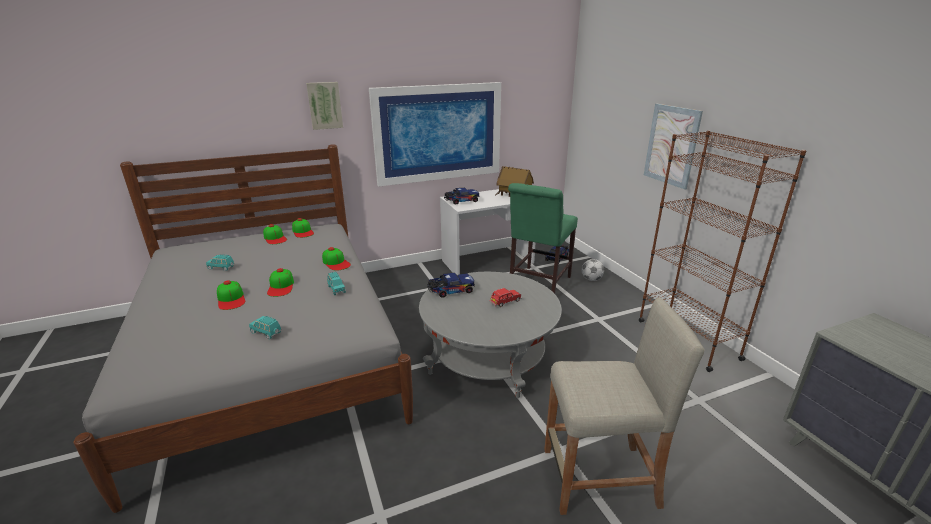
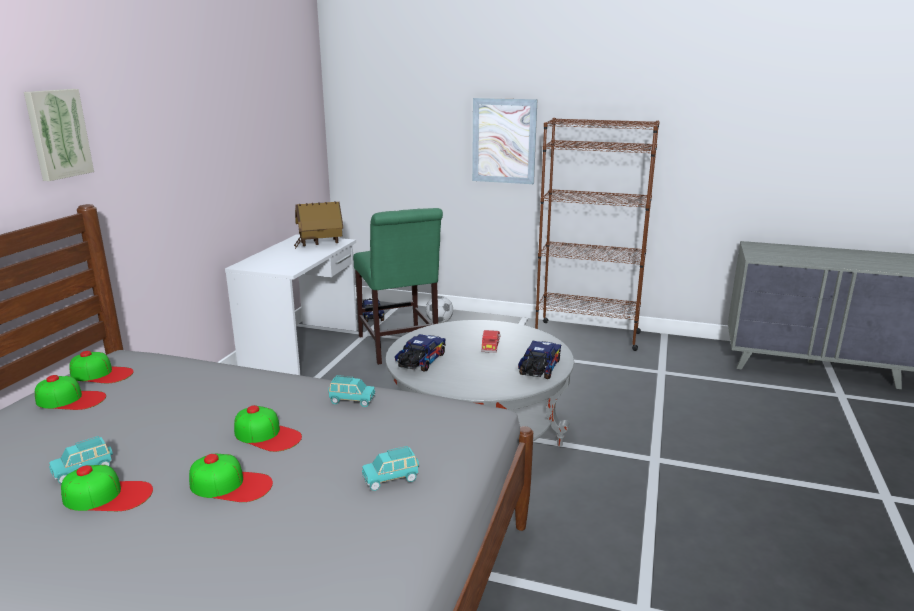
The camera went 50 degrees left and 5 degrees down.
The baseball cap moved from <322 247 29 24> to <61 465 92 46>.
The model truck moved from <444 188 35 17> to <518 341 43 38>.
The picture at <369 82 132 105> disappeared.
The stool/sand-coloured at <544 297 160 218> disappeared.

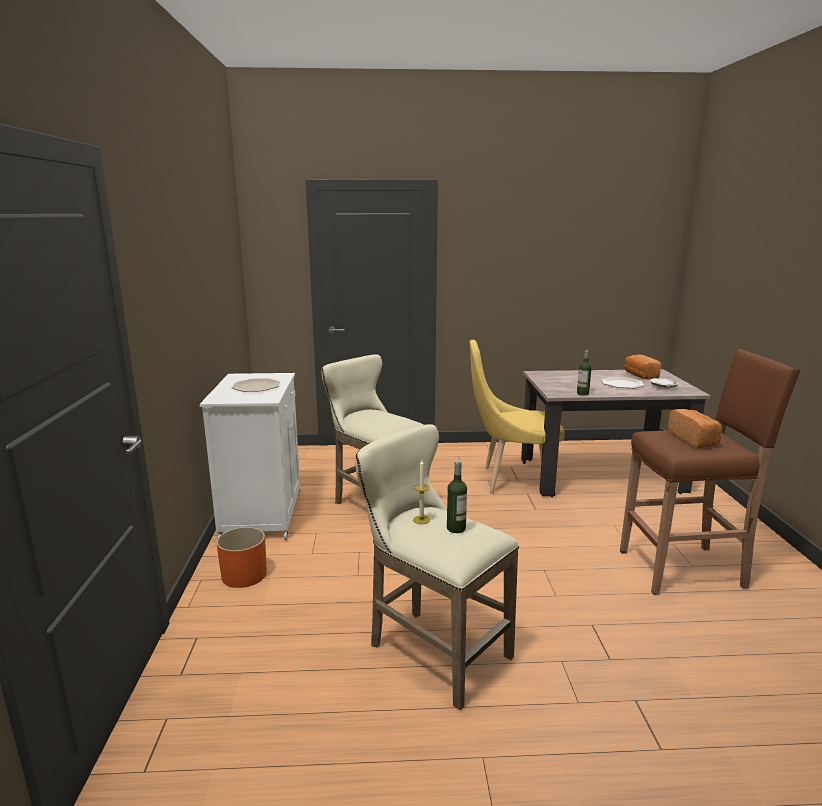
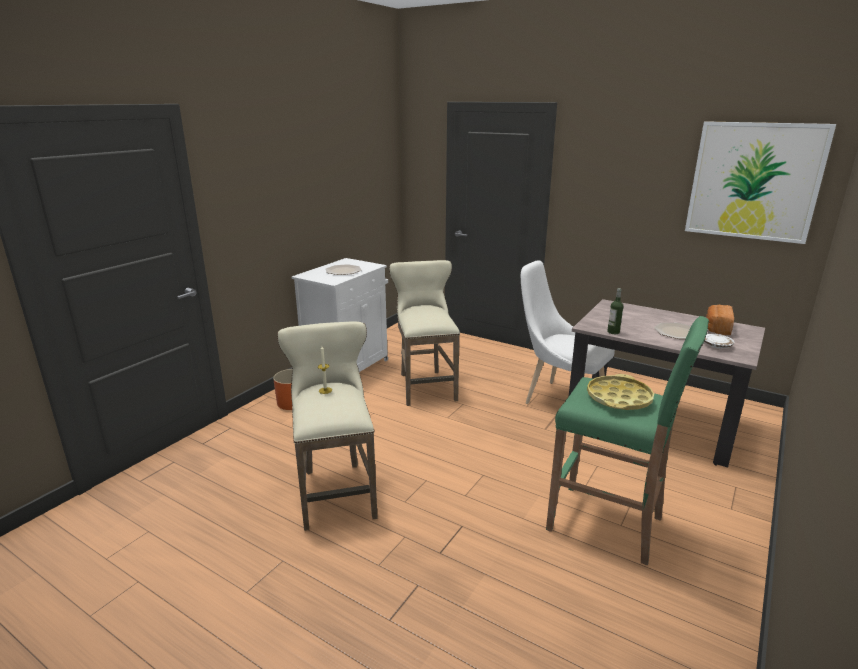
The camera went 35 degrees right and 5 degrees up.
The upright chair/yellow at <470 340 95 156> became the upright chair/white-coloured at <521 260 94 144>.
The stool/brown-coloured at <620 349 181 246> became the stool/greenish at <546 316 163 250>.
The baked bread at <668 409 55 39> was replaced by the serving tray/yellow at <587 374 67 36>.
The picture at <685 121 151 123> appeared.
The drink bottle at <447 460 20 73> disappeared.

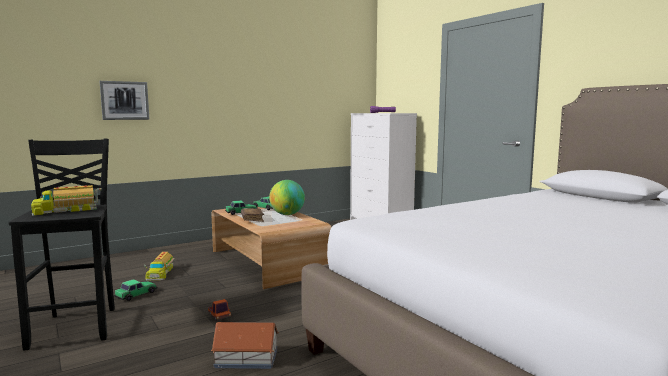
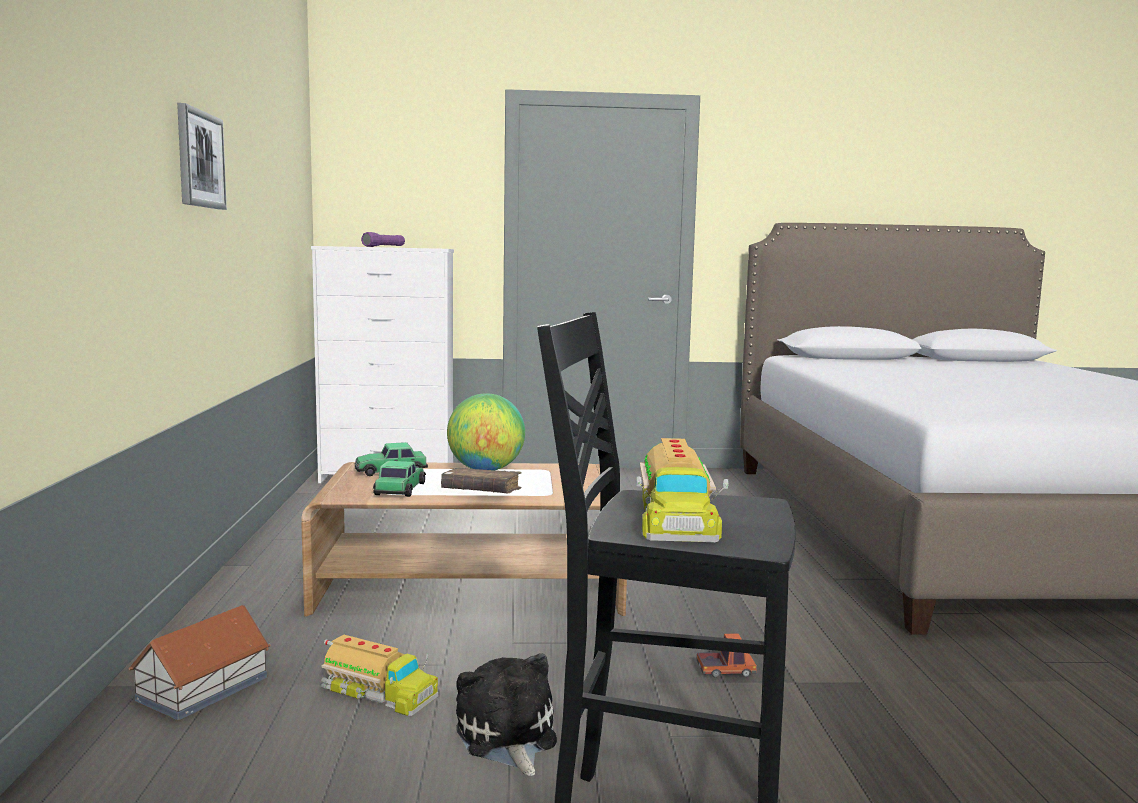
The camera went 60 degrees left and 0 degrees up.
The model house moved from <211 322 68 47> to <128 605 143 115>.
The picture moved from <100 81 49 39> to <177 103 50 107>.
The model car at <114 279 43 22> was replaced by the plush toy at <456 653 101 123>.

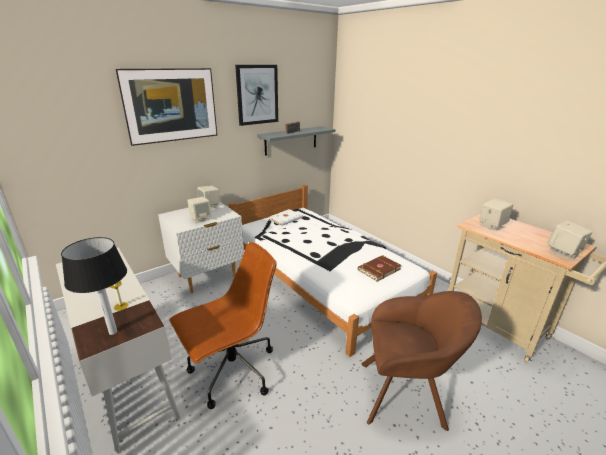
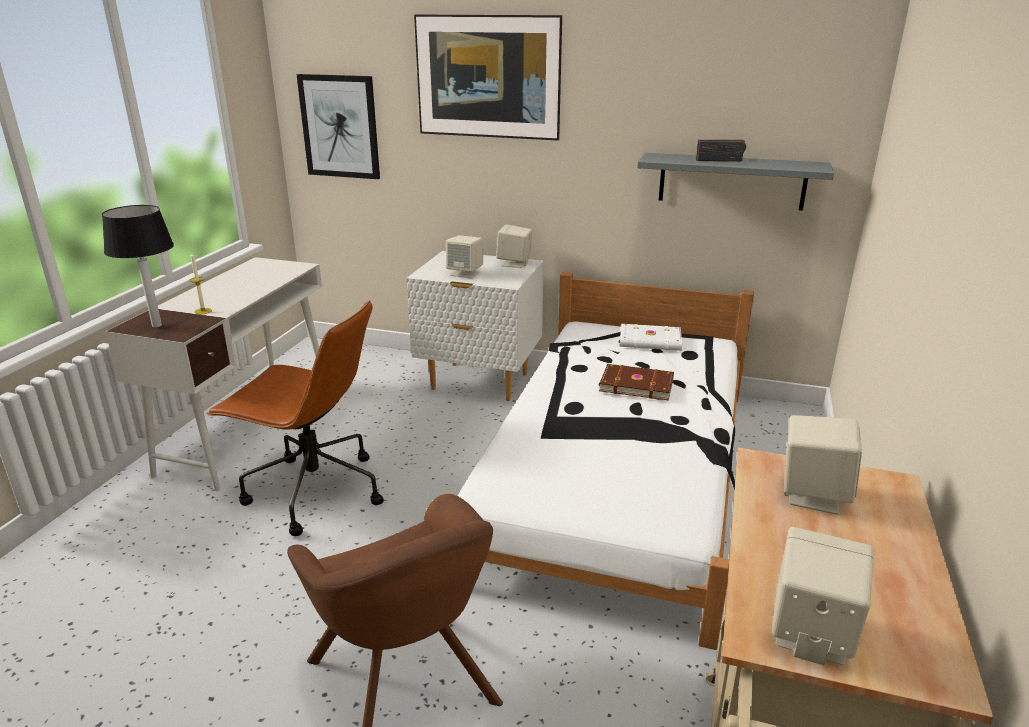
The camera went 55 degrees right and 0 degrees up.
The picture moved from <235 65 43 61> to <296 74 84 105>.
The bound book/brown-coloured moved from <358 255 43 27> to <599 364 75 37>.

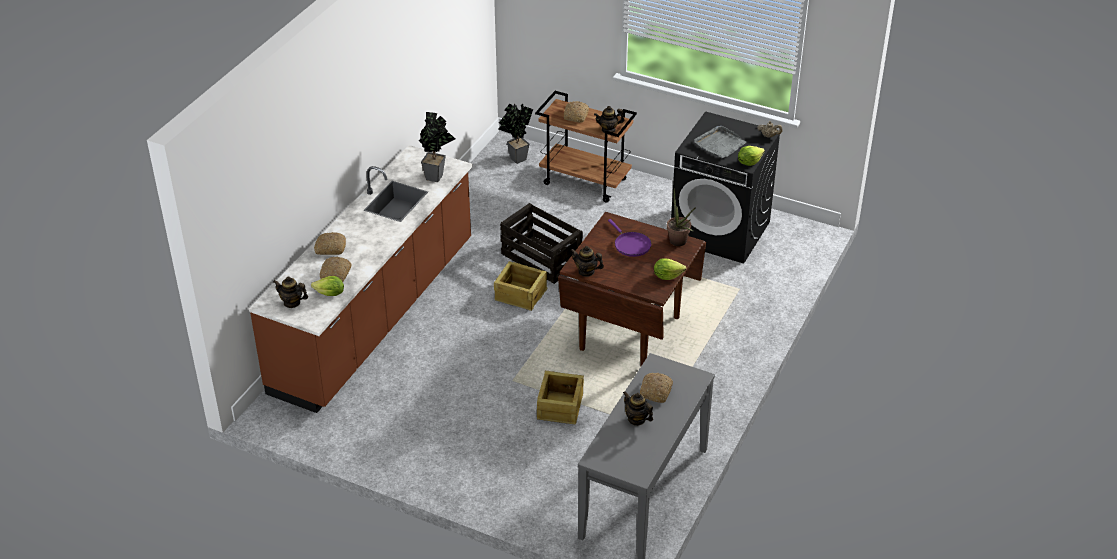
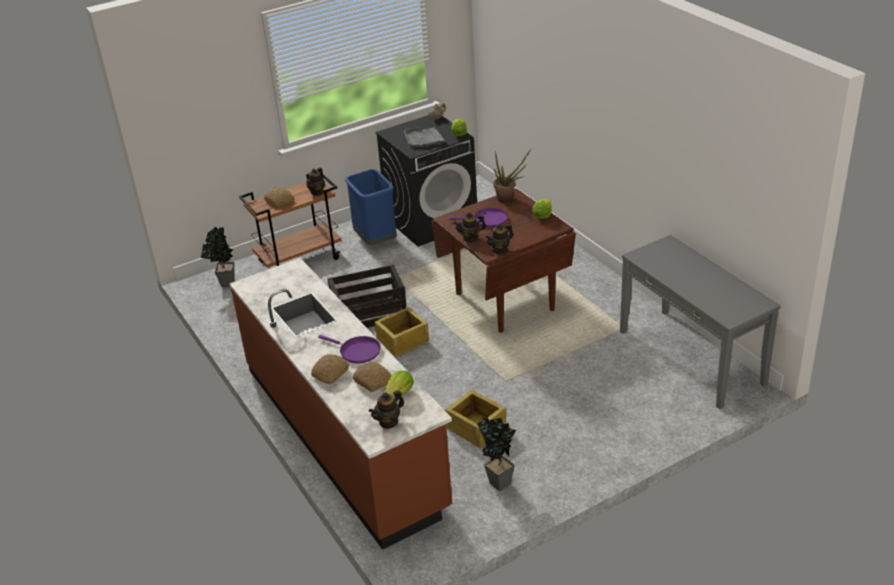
The camera went 55 degrees left and 5 degrees down.
The frying pan/purple-coloured at <318 335 63 28> appeared.
The rubbish bin/blue at <345 169 52 76> appeared.
The packing crate moved from <537 371 47 54> to <445 390 62 58>.
The pot for tea moved from <623 391 30 35> to <454 212 32 30>.
The houseplant moved from <419 112 36 70> to <477 417 39 74>.
The baked bread at <640 373 33 30> disappeared.

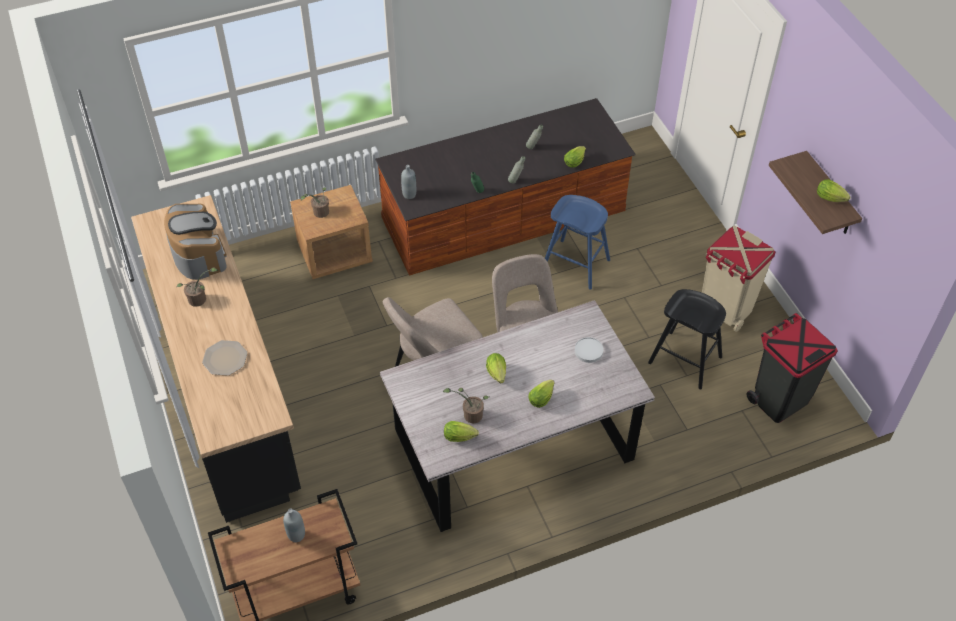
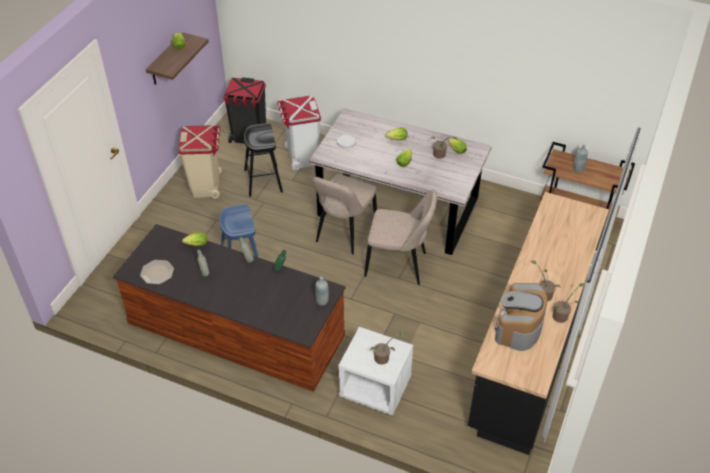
The camera went 135 degrees left and 5 degrees down.
The dinner plate moved from <202 340 45 36> to <140 260 34 24>.
The rubbish bin/white-coloured at <277 96 44 74> appeared.
The nightstand/brown-coloured at <290 185 83 94> became the nightstand/white-coloured at <338 327 75 89>.
The houseplant at <552 283 33 40> appeared.

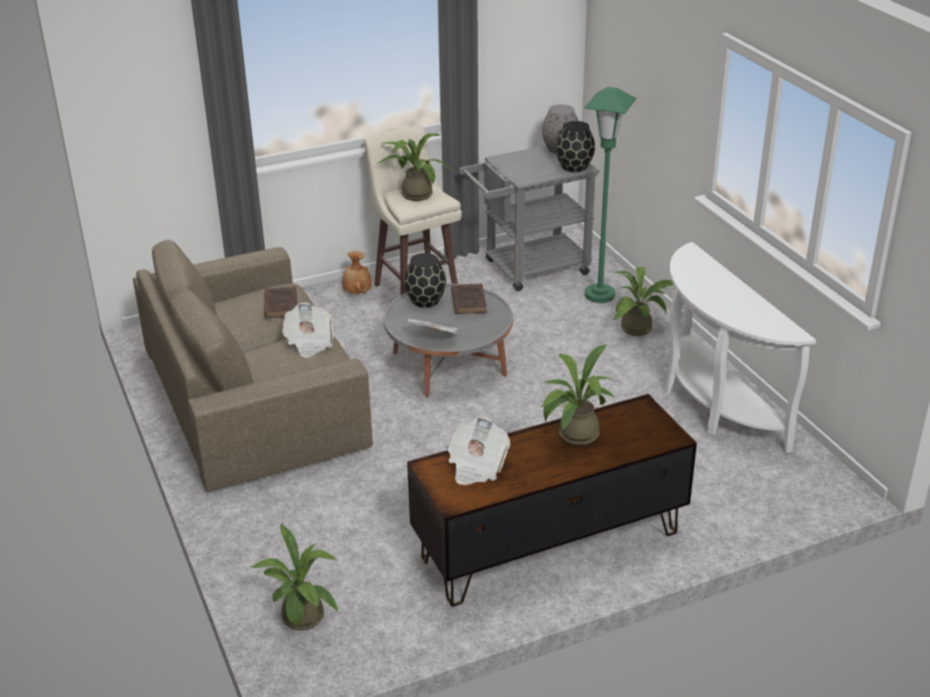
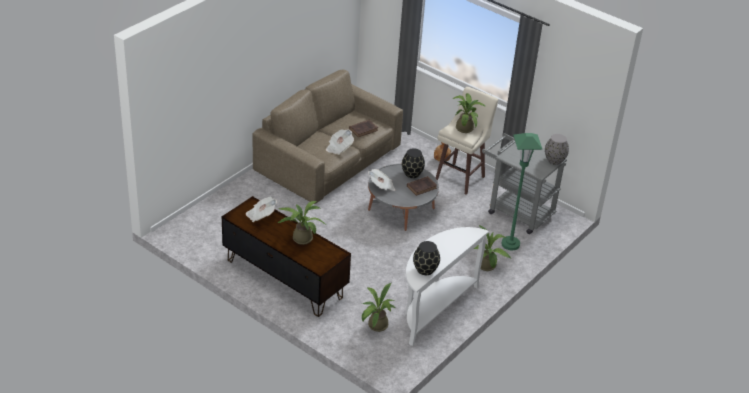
The camera went 60 degrees right and 5 degrees up.
The houseplant moved from <251 524 87 106> to <362 283 34 49>.
The vase/blackish moved from <556 121 39 51> to <413 241 27 34>.

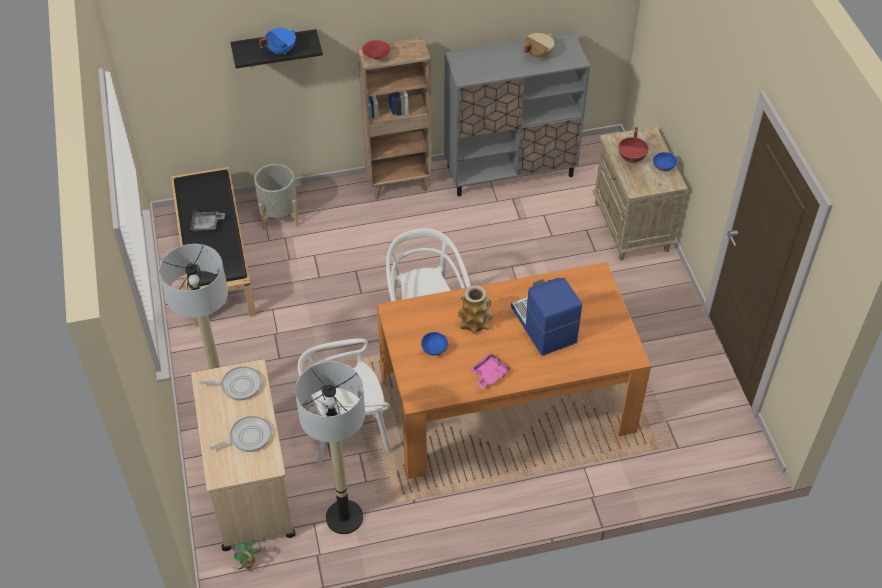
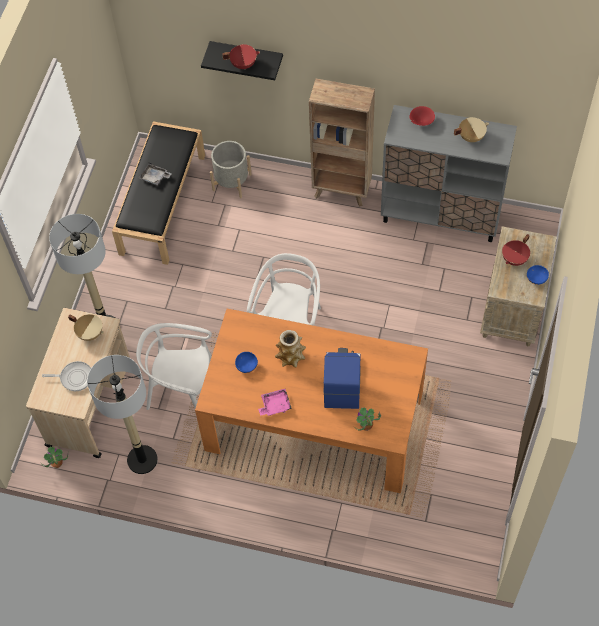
The camera went 30 degrees right and 10 degrees up.
The frying pan at <199 366 62 35> was replaced by the stockpot/sand-coloured at <68 314 36 27>.
The stockpot/blue at <259 28 38 26> became the stockpot/reddish at <222 44 38 25>.
The houseplant at <354 407 27 24> appeared.
The deep dish/reddish moved from <362 40 28 19> to <410 106 25 20>.

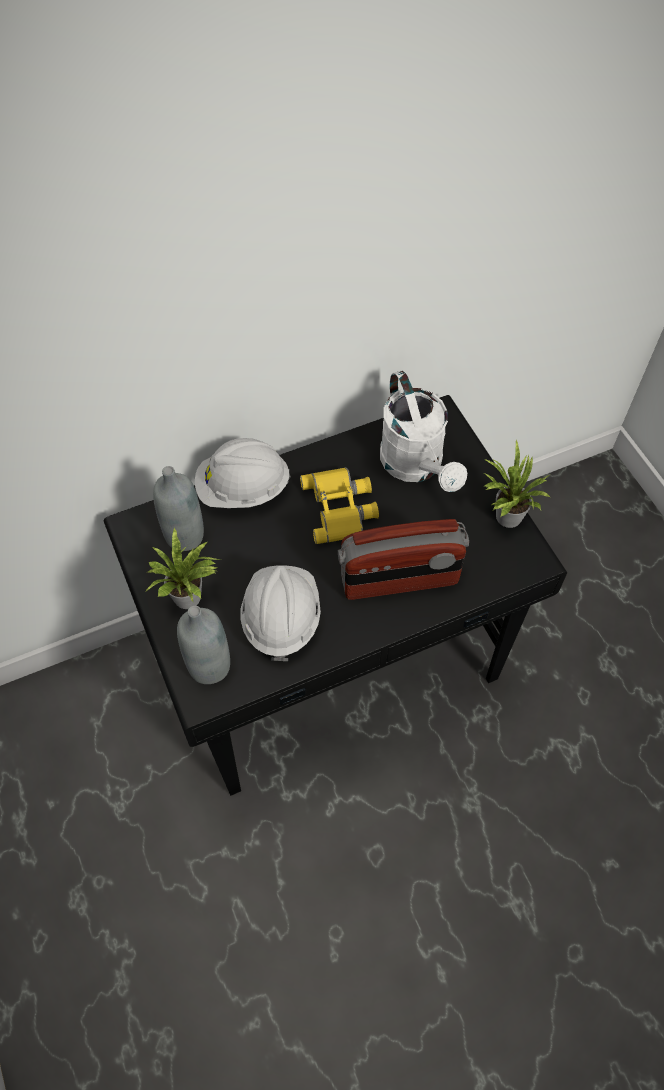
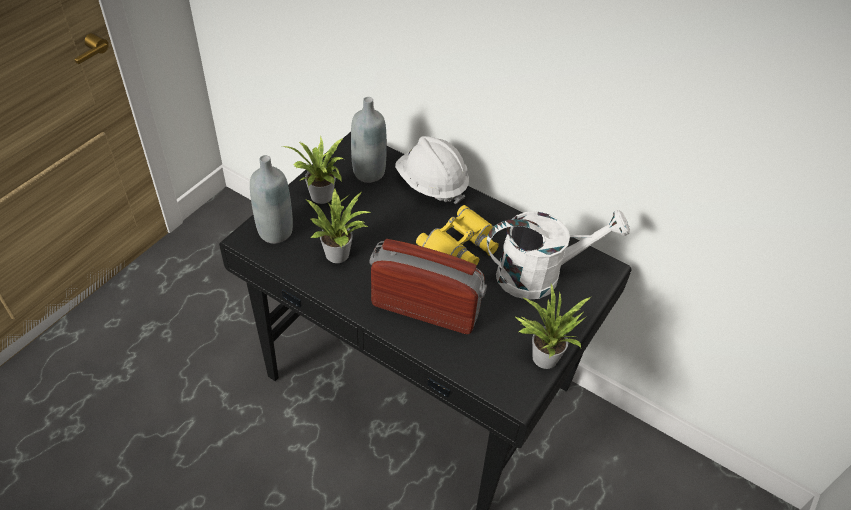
The camera went 55 degrees right and 10 degrees down.
The work helmet/white-coloured at <241 565 80 96> was replaced by the houseplant at <306 189 65 74>.
The radio at <338 519 131 81> turned 150 degrees clockwise.
The sprinkling can/white-coloured at <380 371 87 121> turned 135 degrees counterclockwise.

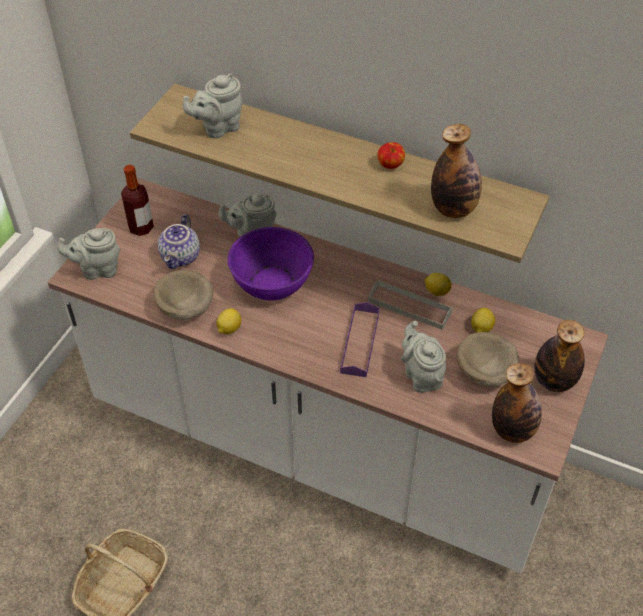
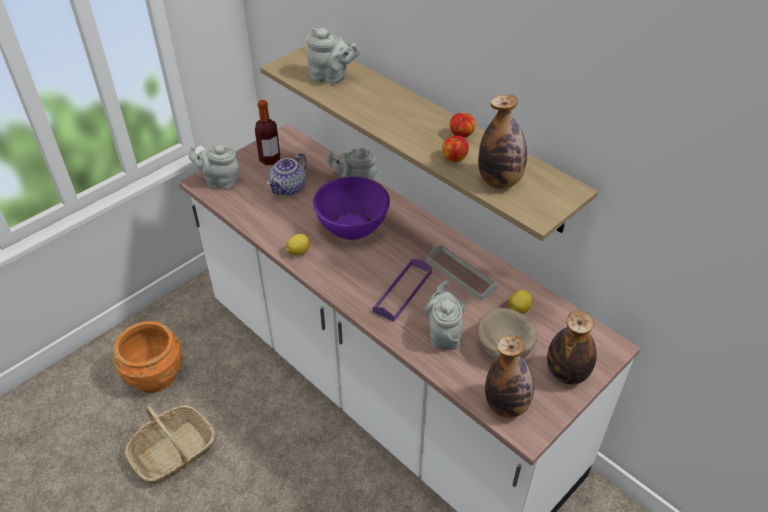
The camera went 20 degrees right and 5 degrees down.
The plant pot/orange at <113 321 69 72> appeared.
The pot for tea/greyish at <183 74 59 64> turned 150 degrees counterclockwise.
The whole apple at <442 135 27 27> appeared.
The deep dish/sand-coloured at <153 270 60 50> disappeared.
The lemon at <425 273 26 23> disappeared.

